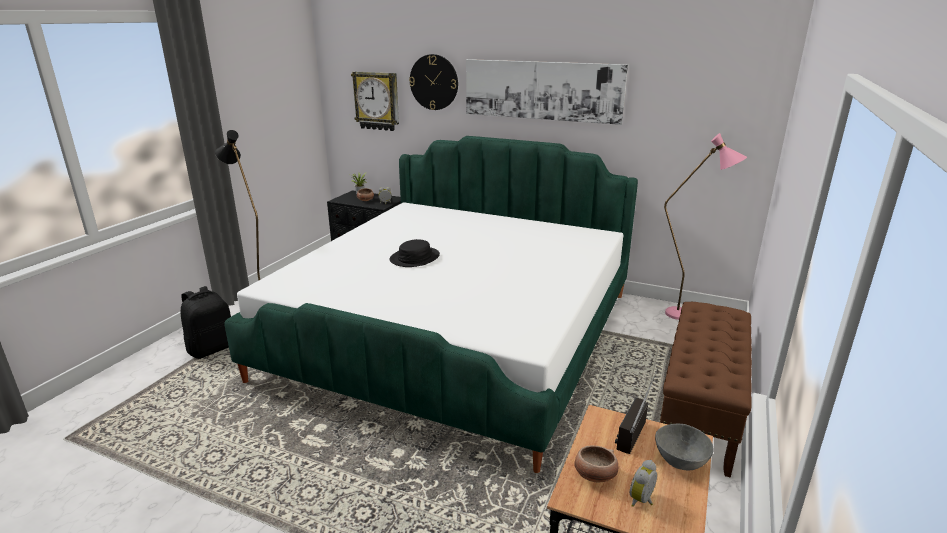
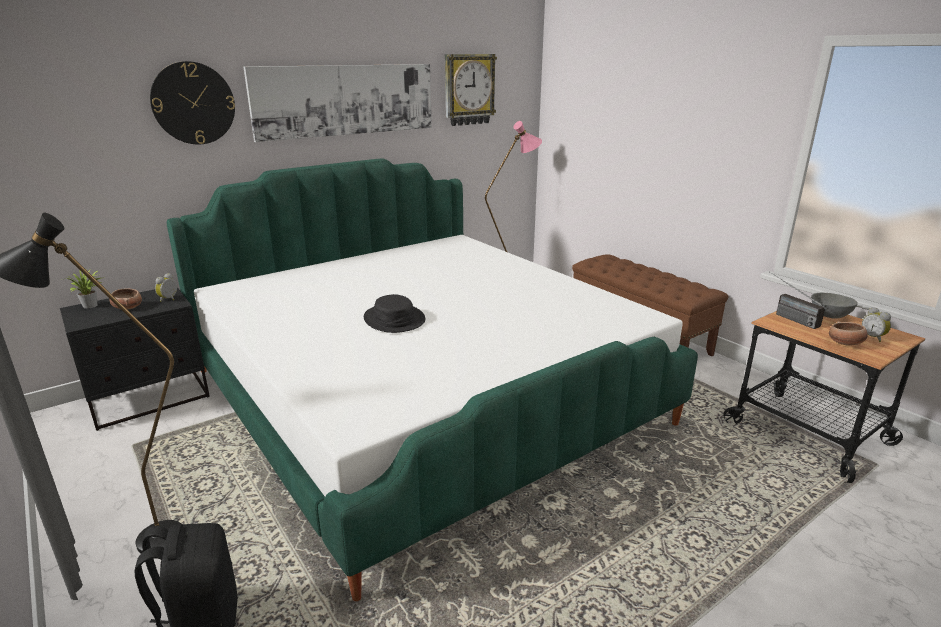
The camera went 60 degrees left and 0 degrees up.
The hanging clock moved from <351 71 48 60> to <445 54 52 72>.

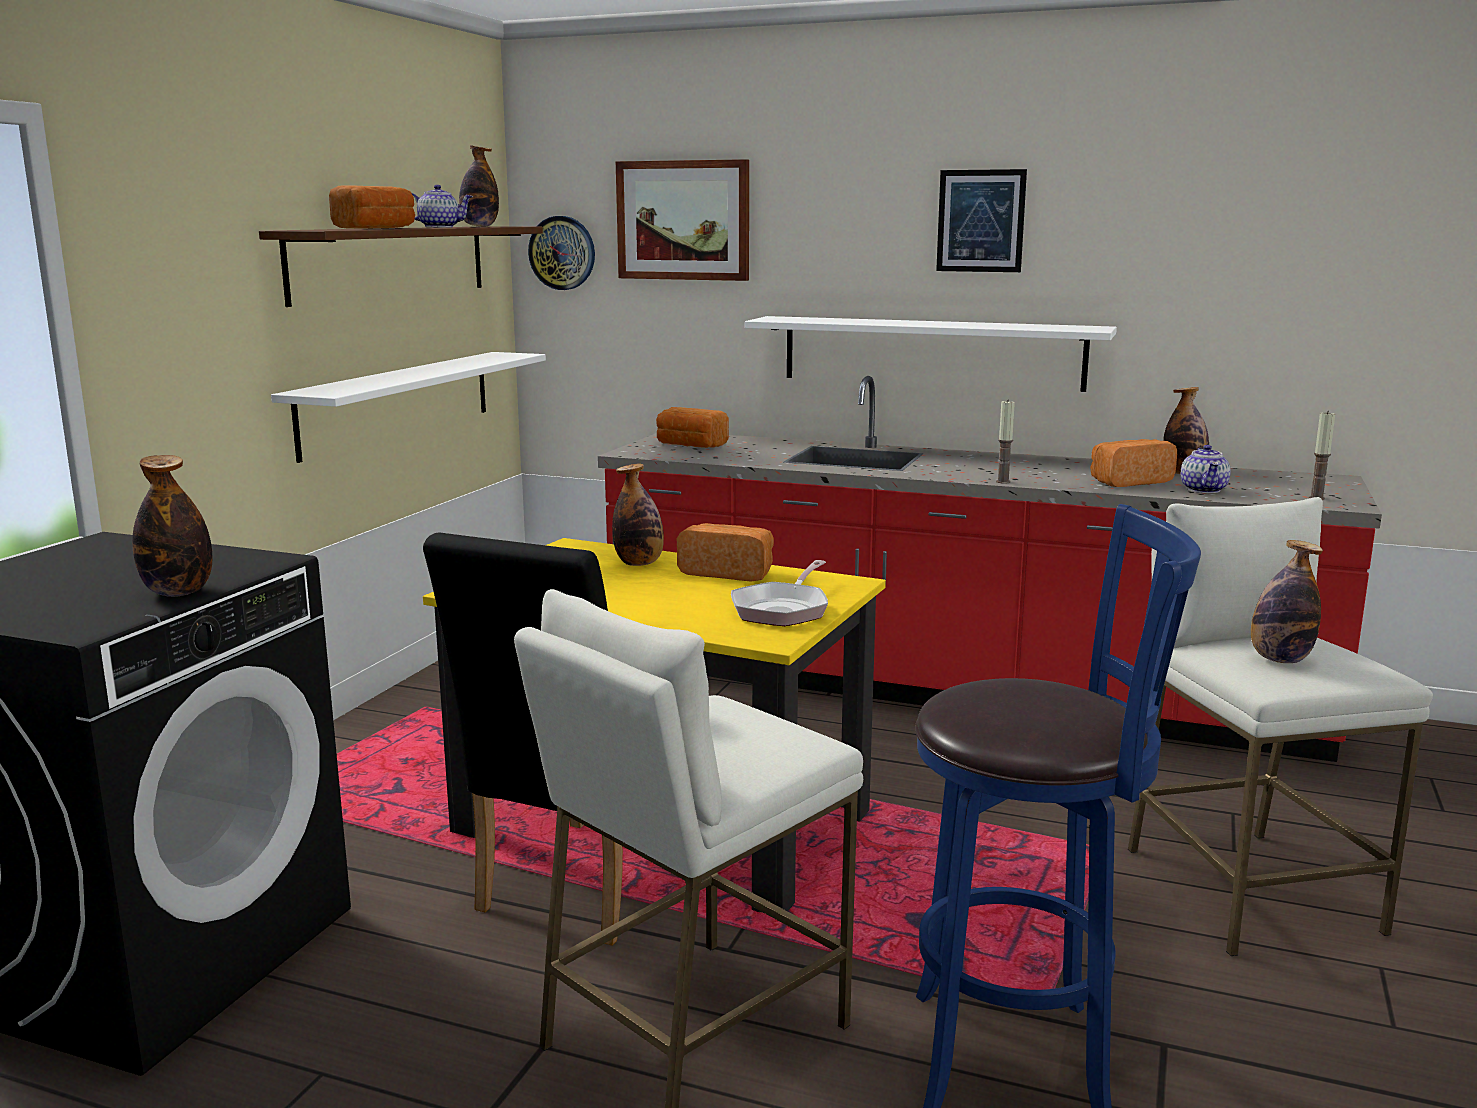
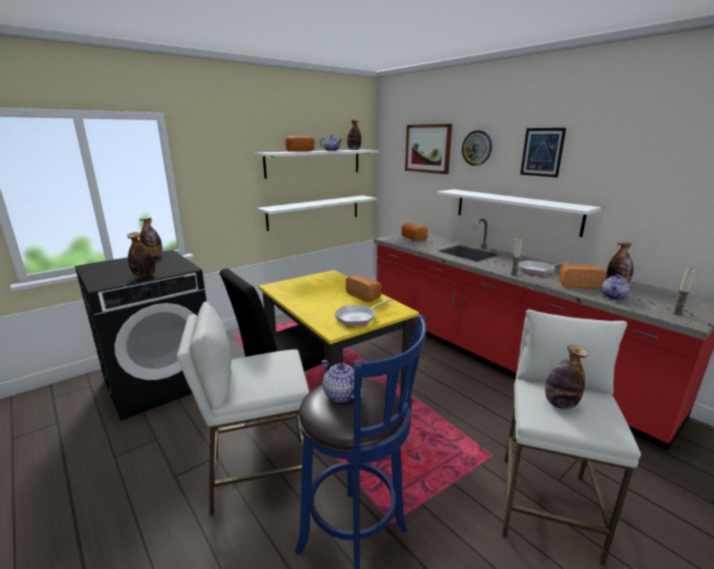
The camera went 30 degrees right and 5 degrees up.
The drink bottle moved from <612 464 52 102> to <139 218 23 39>.
The wall shelf/brown-coloured at <259 226 284 81> became the wall shelf/white-coloured at <254 150 125 29>.
The pot for tea at <322 360 41 42> appeared.
The hanging clock moved from <528 216 67 74> to <462 130 30 36>.
The frying pan at <518 260 58 16> appeared.

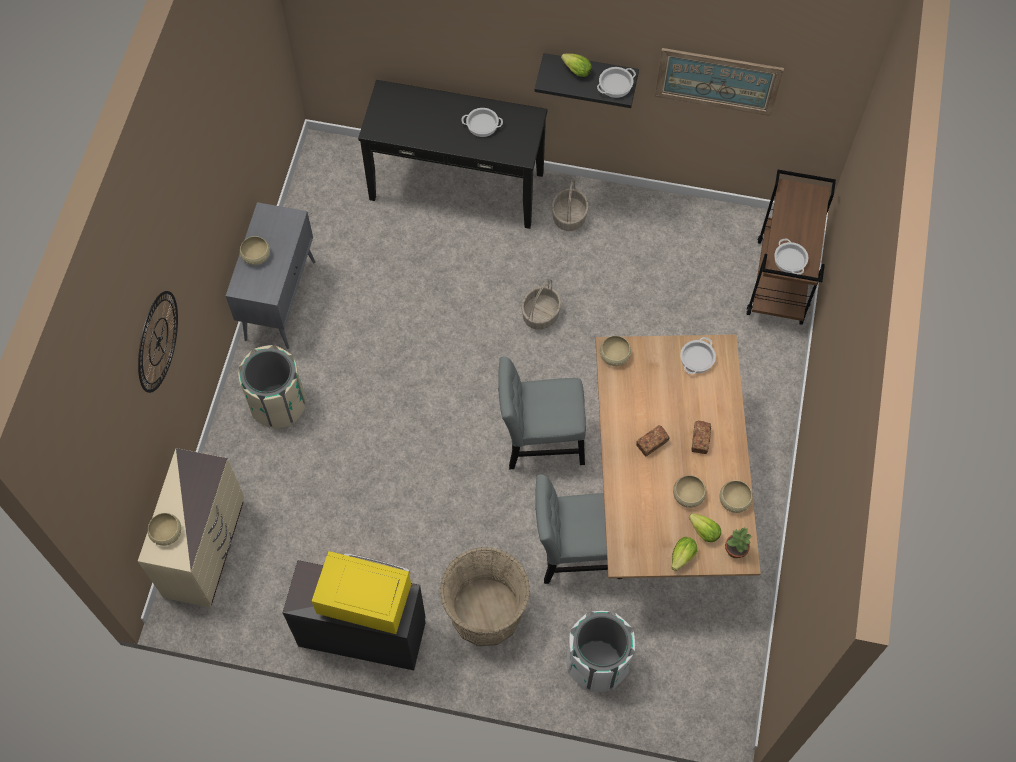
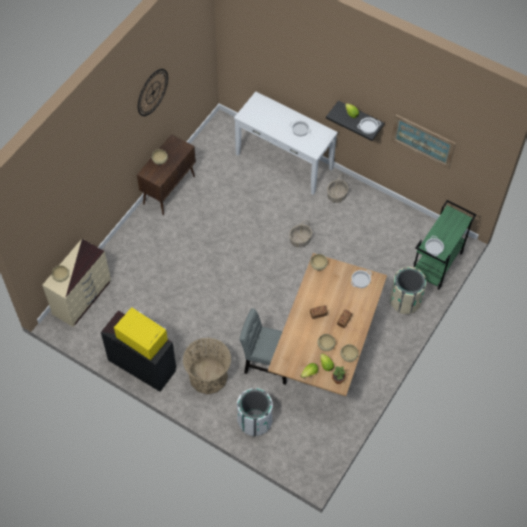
The camera went 20 degrees right and 5 degrees down.
The storage cabinet/greyish at <226 202 90 147> became the storage cabinet/brown-coloured at <137 134 59 81>.
The hanging clock moved from <138 291 40 102> to <138 69 30 47>.
The narrow table/blackish at <358 80 190 149> became the narrow table/white-coloured at <234 91 104 104>.
The rubbish bin/sand-coloured moved from <238 345 68 84> to <390 267 36 47>.
The wheeled cart/brown-coloured at <747 170 89 155> became the wheeled cart/greenish at <413 200 64 90>.
The upright chair/greyish at <498 356 88 113> disappeared.

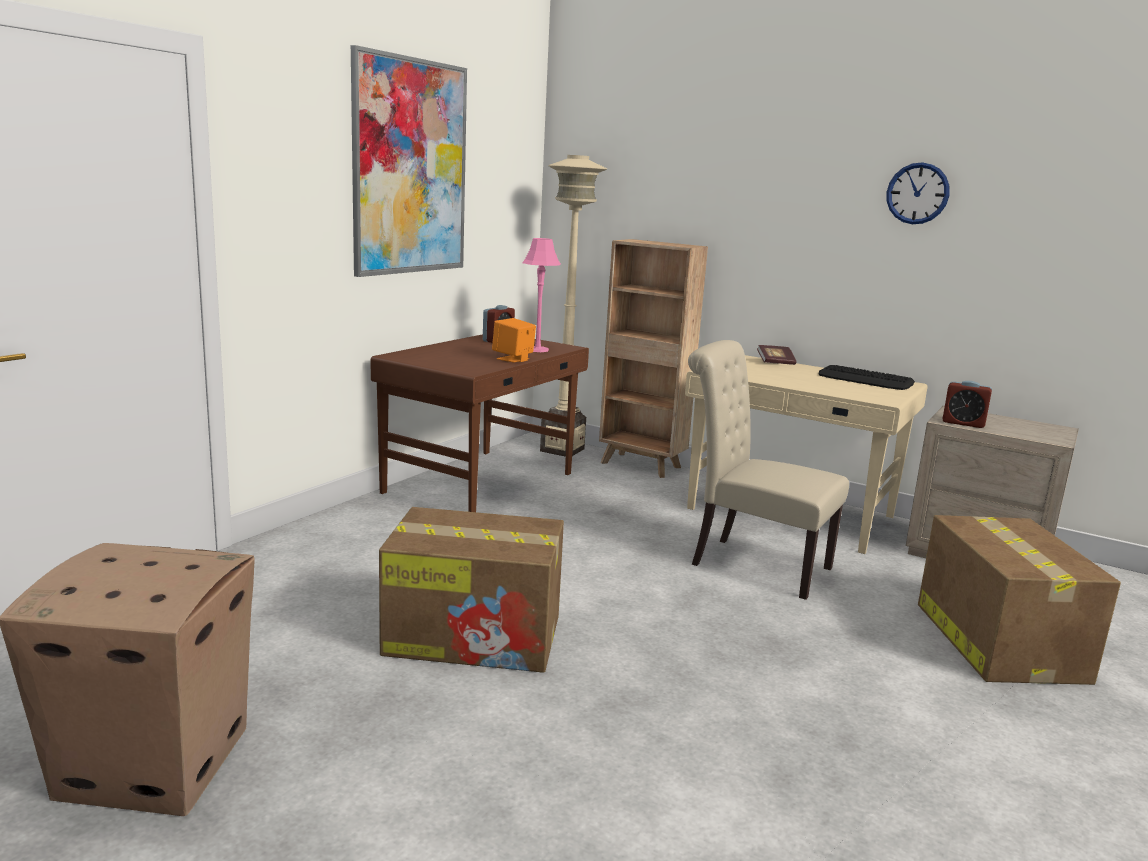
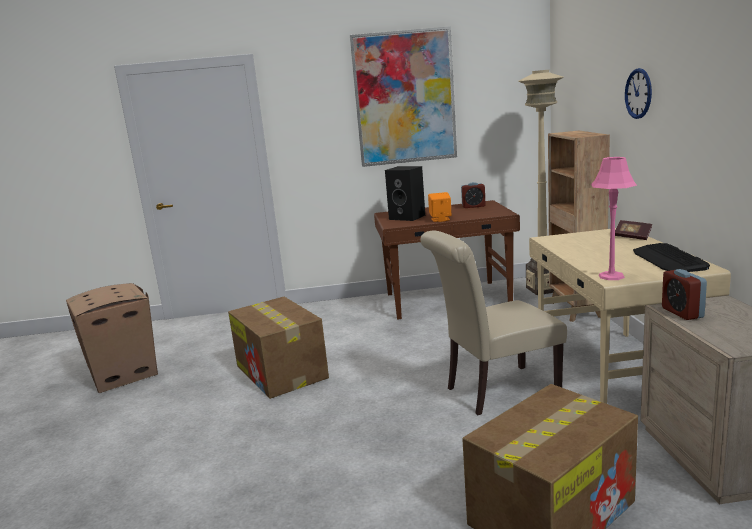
The camera went 55 degrees right and 0 degrees up.
The audio speaker/blackish at <385 166 40 55> appeared.
The upright chair/sand-coloured at <688 340 161 260> turned 105 degrees counterclockwise.
The tabletop lamp/pinkish moved from <522 238 39 114> to <591 157 46 123>.
The hanging clock moved from <887 162 63 62> to <625 68 27 51>.

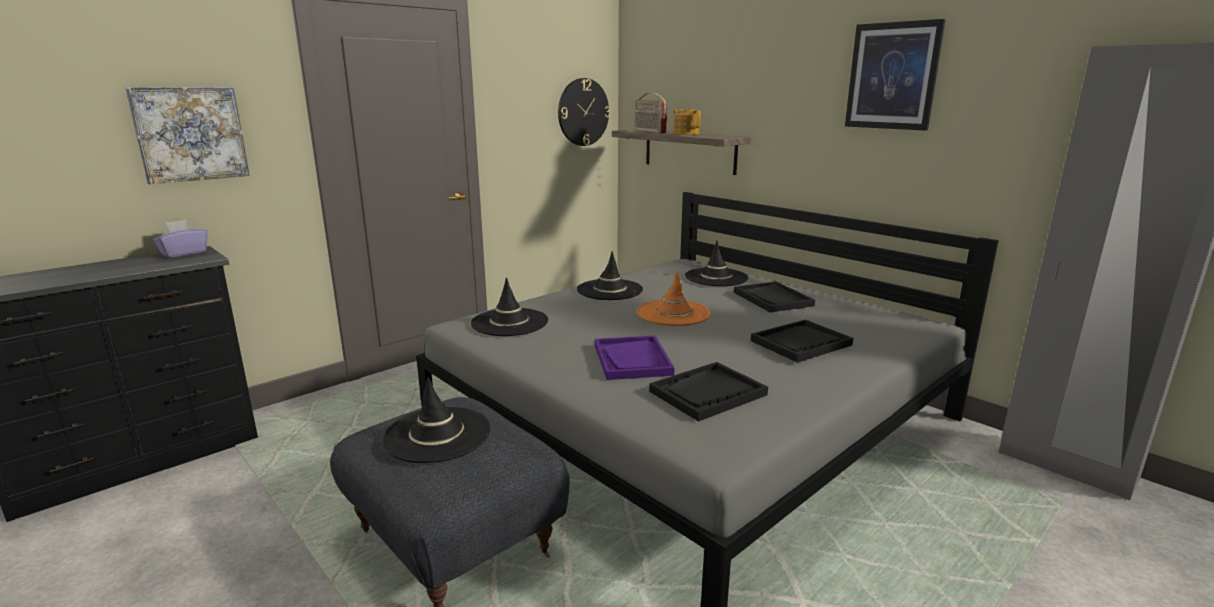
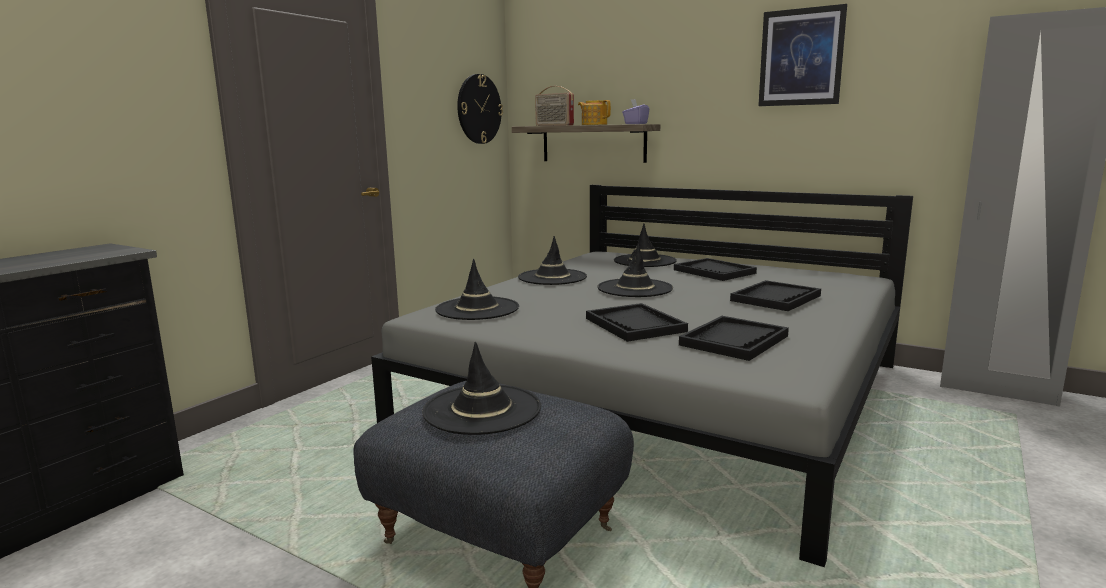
The camera went 15 degrees left and 5 degrees down.
The serving tray/purple-coloured at <595 335 79 45> became the serving tray/blackish at <586 303 102 39>.
The wearable hat/orange at <636 270 75 56> became the wearable hat/blackish at <597 243 76 54>.
The tissue holder/purple-coloured moved from <153 219 55 39> to <622 99 27 25>.
The picture at <125 87 125 97> disappeared.

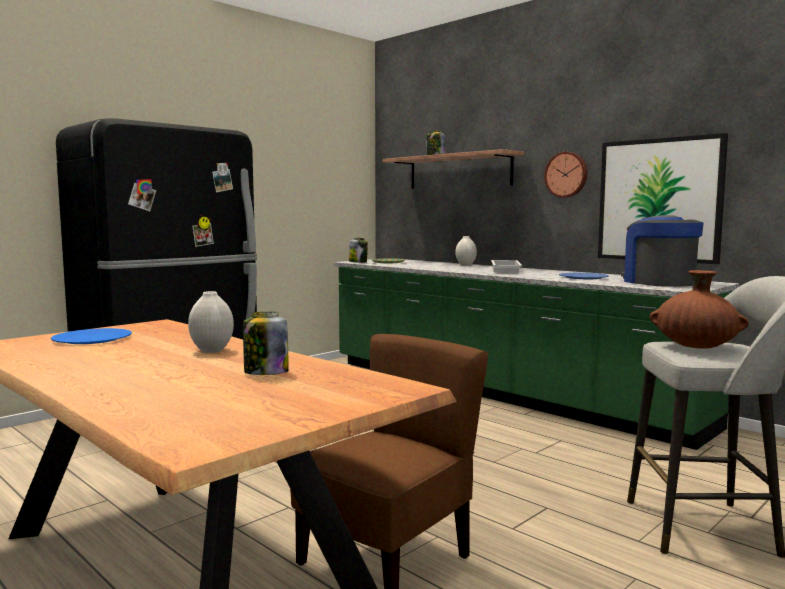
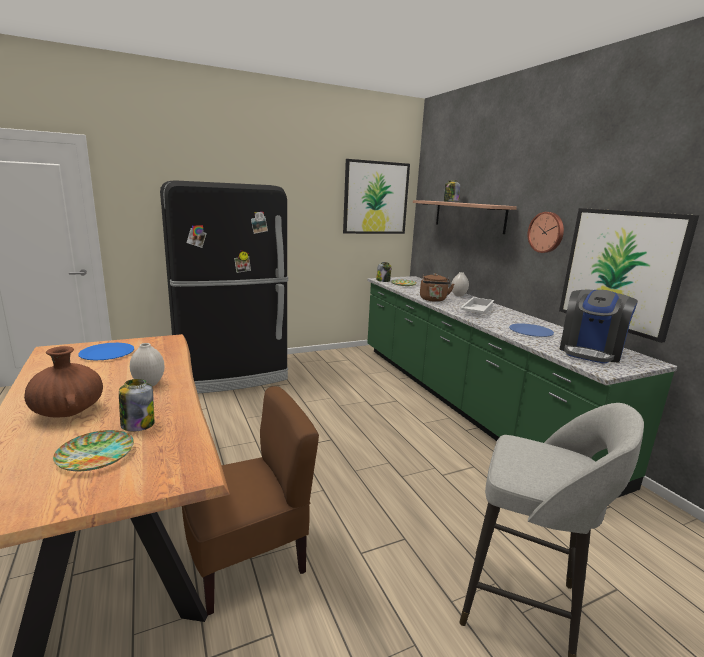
The camera went 20 degrees right and 10 degrees up.
The vase/brown-coloured moved from <650 270 99 78> to <24 346 79 72>.
The dinner plate at <53 430 81 42> appeared.
The picture at <343 159 67 75> appeared.
The tea kettle/brown-coloured at <420 273 34 29> appeared.
The coffee brewer at <621 215 83 72> turned 150 degrees counterclockwise.

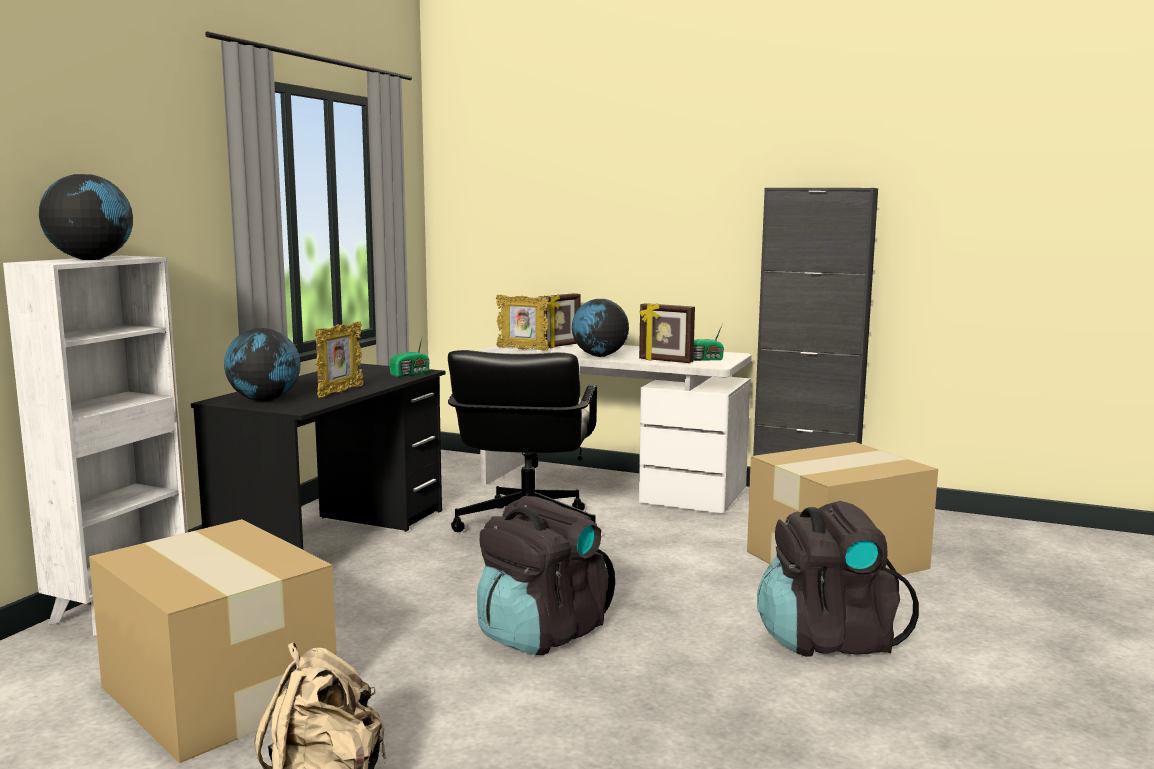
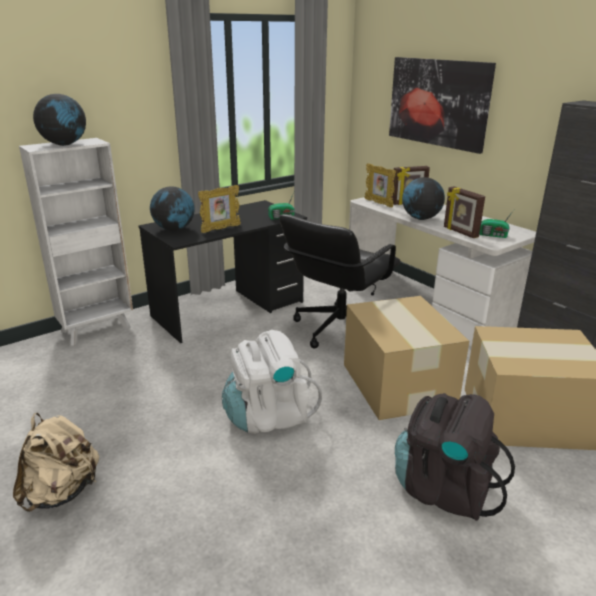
The camera went 30 degrees right and 15 degrees up.
The rucksack/blackish at <477 496 138 159> became the rucksack/white-coloured at <222 330 100 104>.
The carton moved from <89 519 248 244> to <344 296 125 124>.
The picture at <389 57 107 97> appeared.

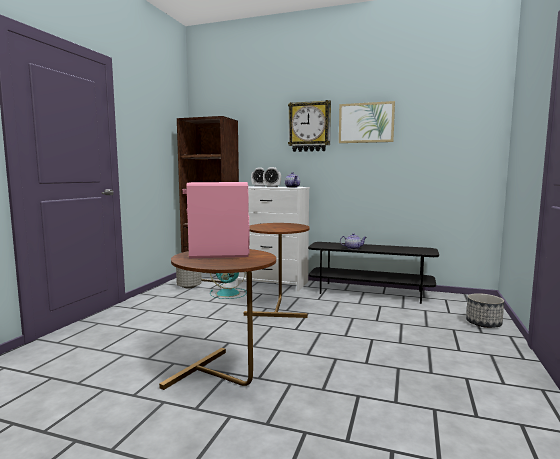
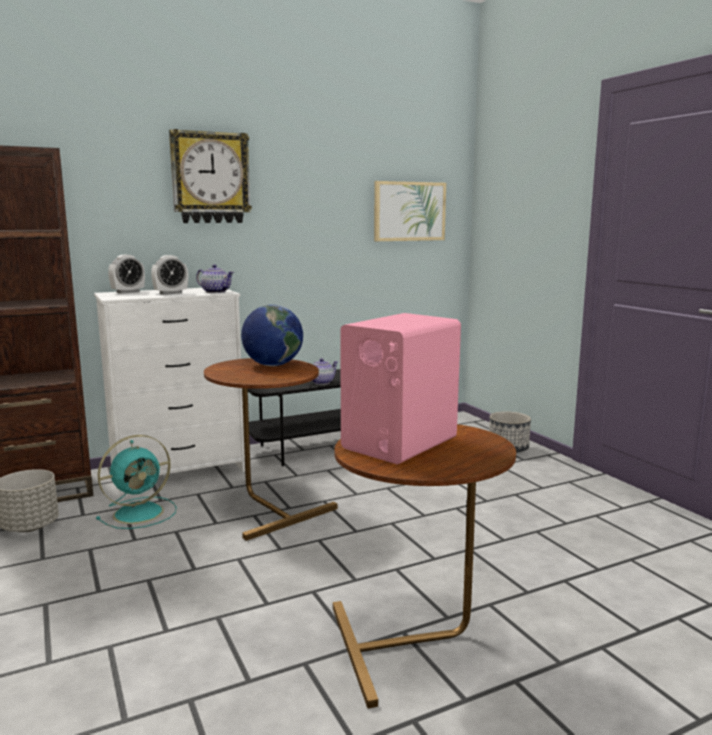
The camera went 45 degrees left and 5 degrees up.
The world globe at <241 305 62 61> appeared.
The picture moved from <339 101 56 42> to <374 181 72 60>.

